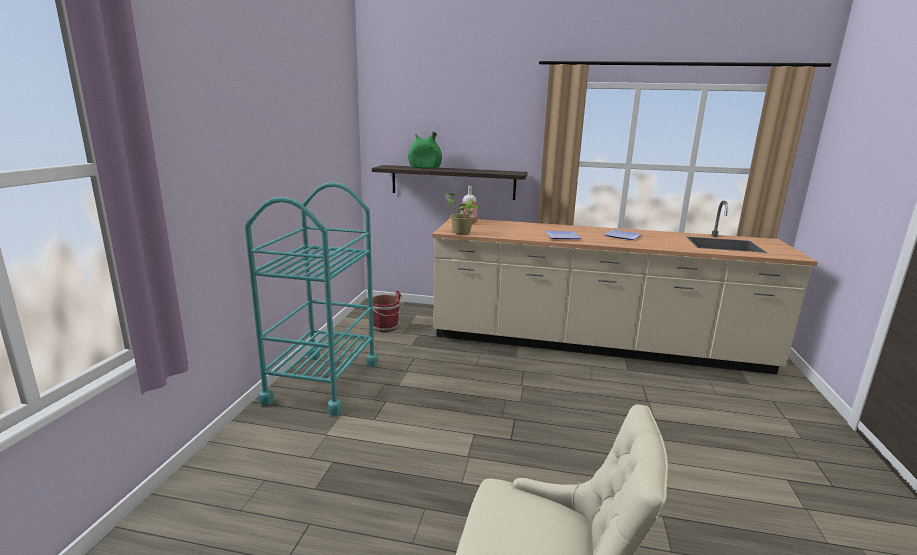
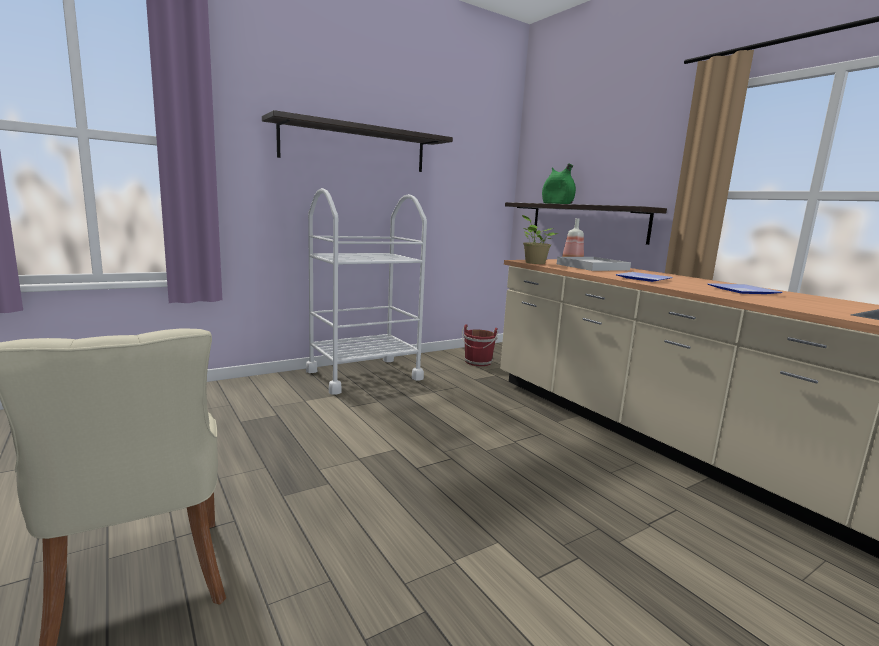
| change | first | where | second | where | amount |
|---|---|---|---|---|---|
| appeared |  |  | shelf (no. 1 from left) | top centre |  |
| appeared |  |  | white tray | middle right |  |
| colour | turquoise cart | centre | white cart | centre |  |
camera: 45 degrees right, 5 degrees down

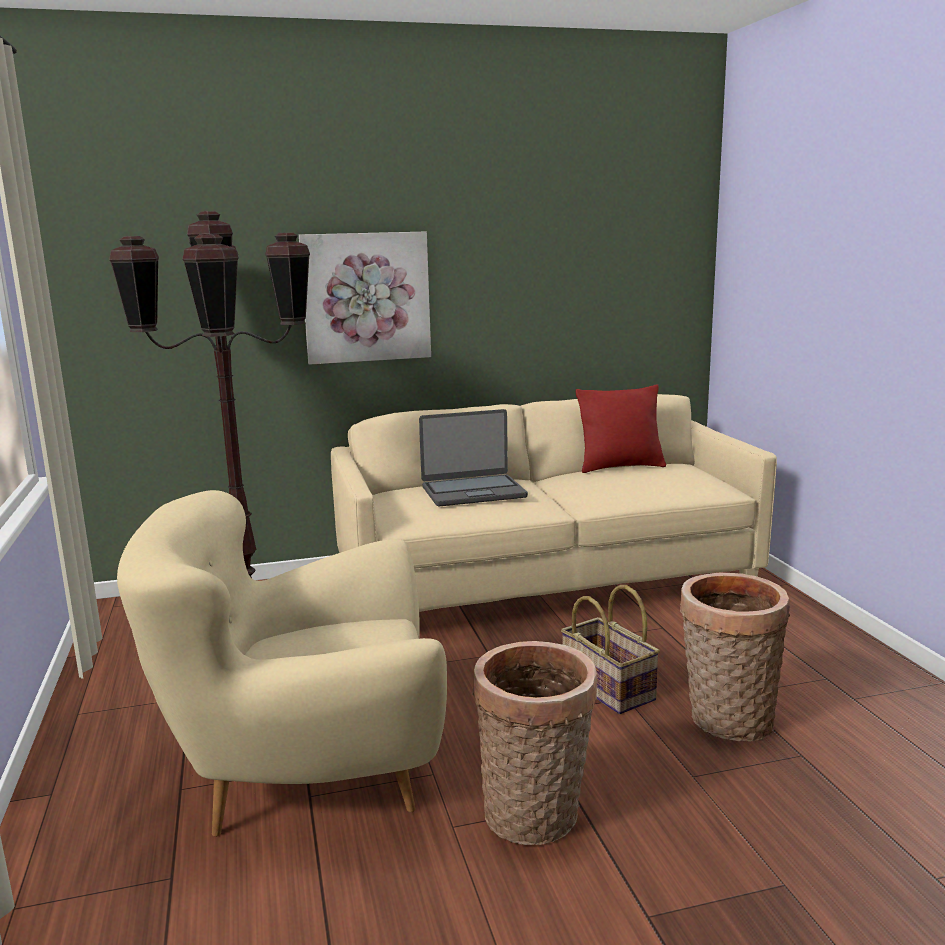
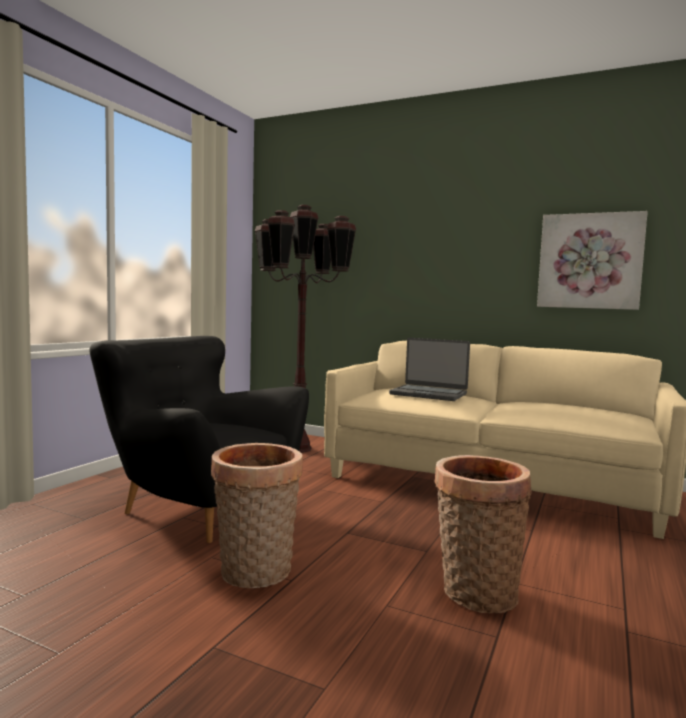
| change | first | where | second | where | amount |
|---|---|---|---|---|---|
| missing | basket (no. 2 from left) | bottom centre |  |  |  |
| missing | red pillow | centre |  |  |  |
| relocated | picture | top centre |  | middle right |  |
| colour | beige armchair | bottom left | black armchair | middle left |  |
camera: 40 degrees right, 10 degrees down

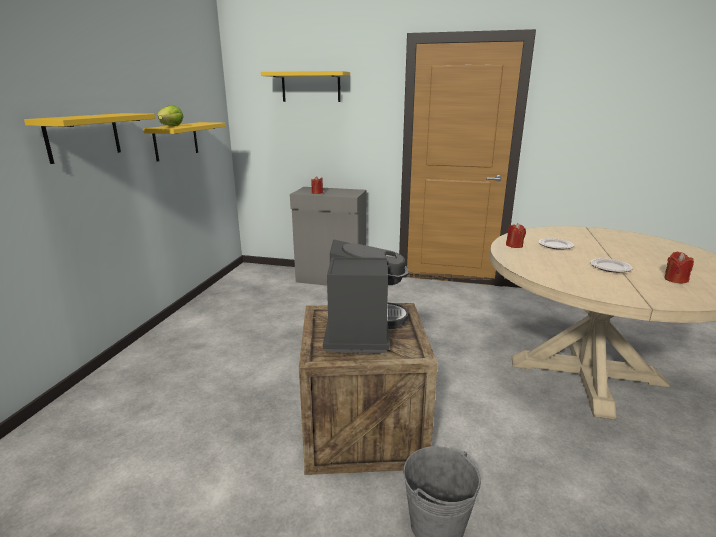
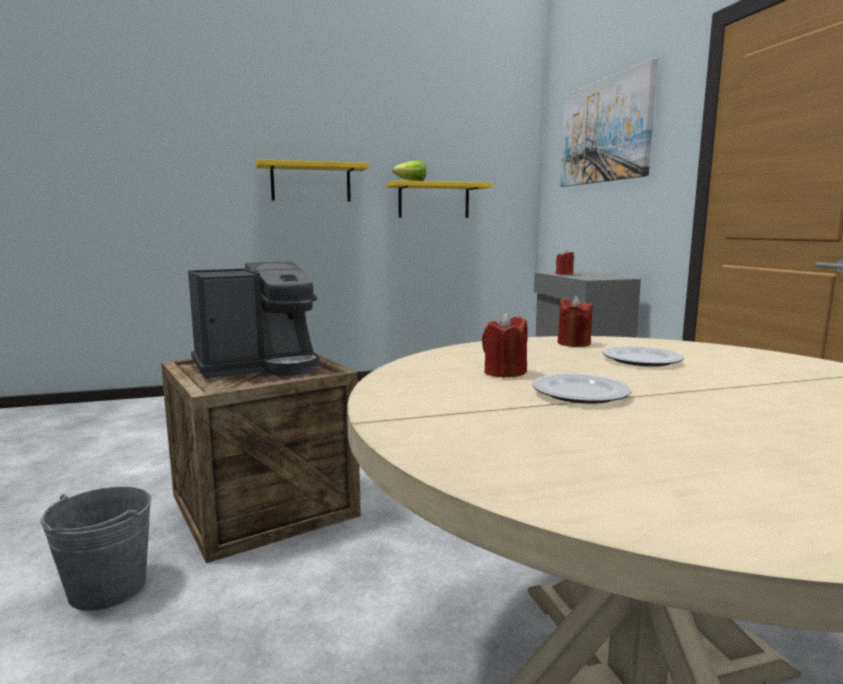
| change | first | where | second | where | amount |
|---|---|---|---|---|---|
| relocated | red candle (no. 3 from left in the first image) | middle right | red candle (no. 1 from left) | centre |  |
| exchanged | yellow shelf (no. 3 from left) | top centre | picture | top right |  |
camera: 60 degrees right, 10 degrees down

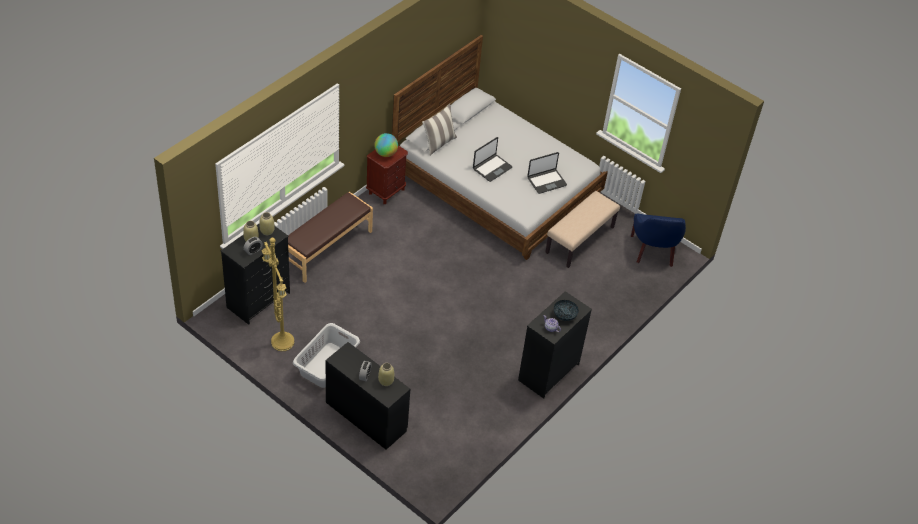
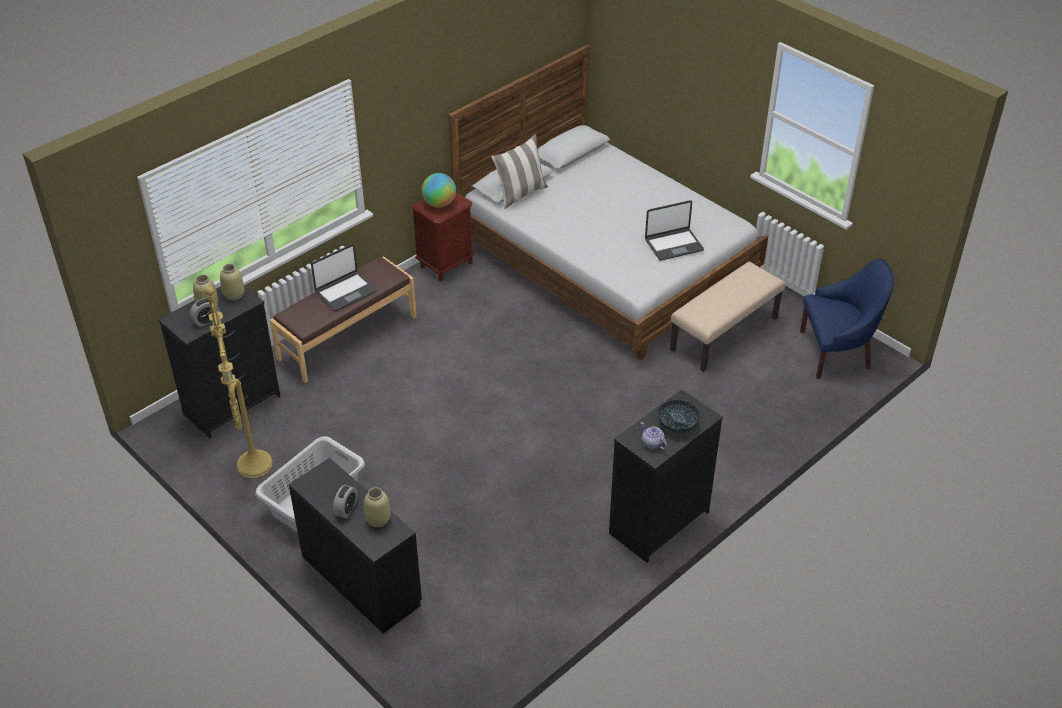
| change | first | where | second | where | amount |
|---|---|---|---|---|---|
| relocated | laptop (no. 1 from left) | top centre |  | middle left |  |
| spun | blue armchair | middle right |  | middle right | 105 degrees counterclockwise |
camera: 10 degrees right, 5 degrees down

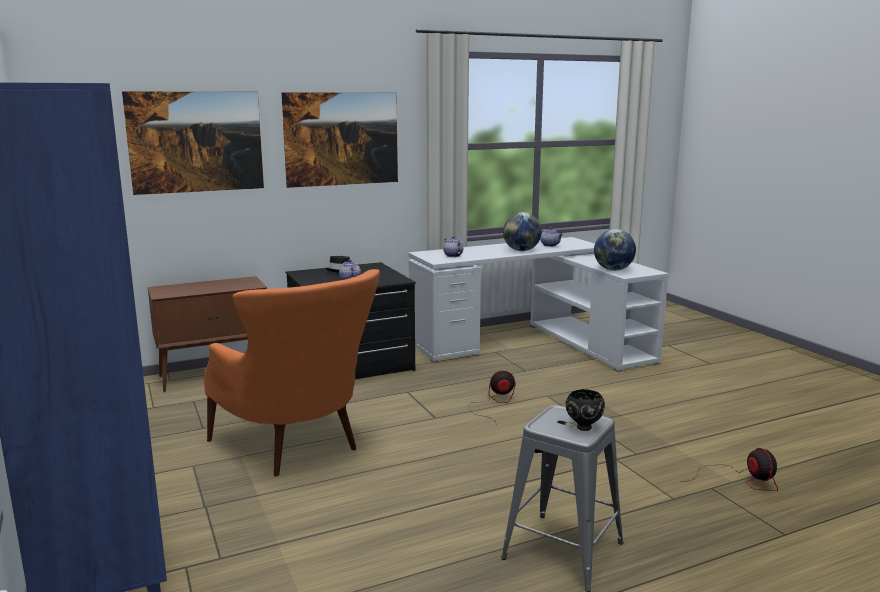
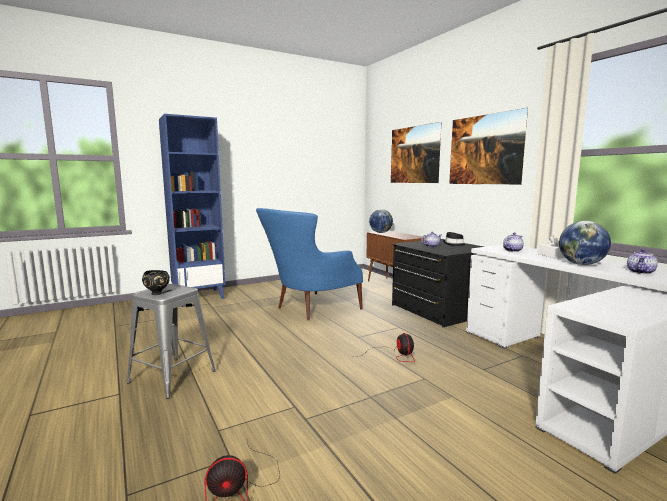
| change | first | where | second | where | amount |
|---|---|---|---|---|---|
| appeared |  |  | white tissue box | middle right |  |
| relocated | globe (no. 2 from left in the first image) | middle right | globe (no. 1 from left) | centre |  |
| colour | orange armchair | middle left | blue armchair | centre |  |
camera: 85 degrees right, 5 degrees down

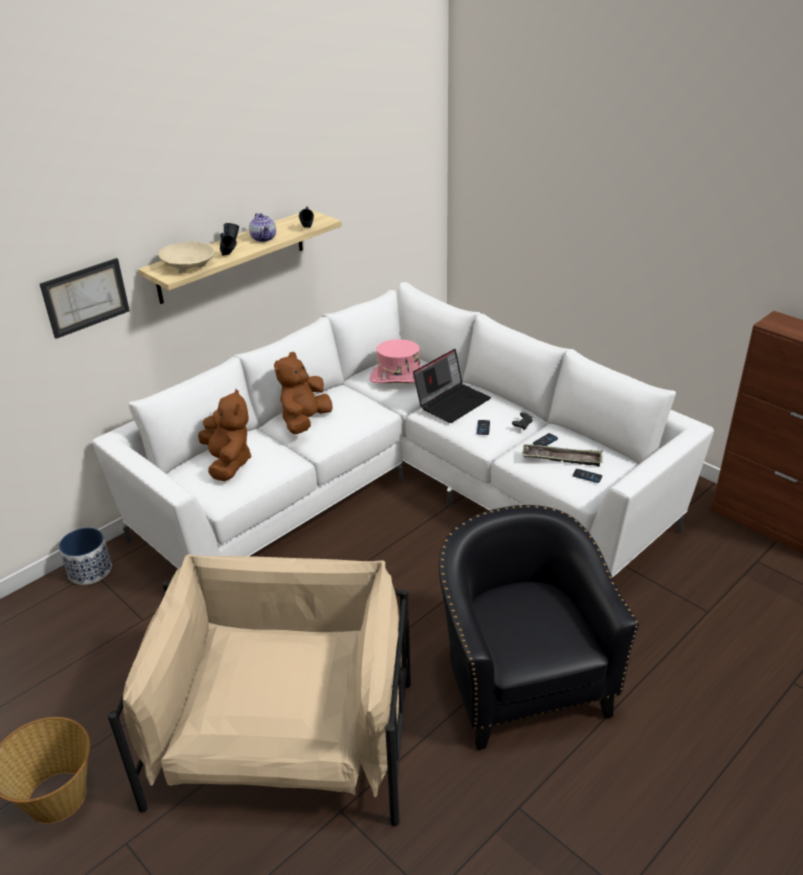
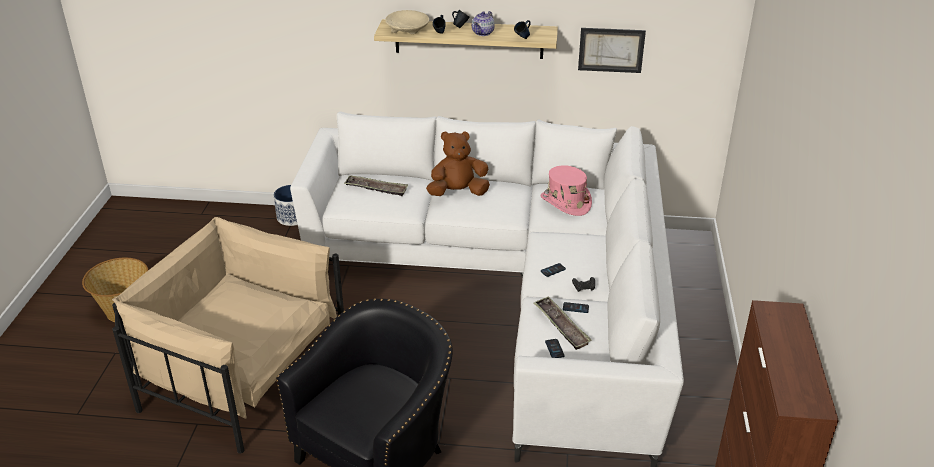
| change | first | where | second | where | amount |
|---|---|---|---|---|---|
| missing | laptop | centre |  |  |  |
| relocated | picture | middle left |  | top centre |  |
| exchanged | brown plush toy (no. 1 from left) | middle left | tray (no. 1 from left) | centre |  |
| spun | beige armchair | bottom left |  | bottom left | 120 degrees counterclockwise |
camera: 50 degrees right, 0 degrees up

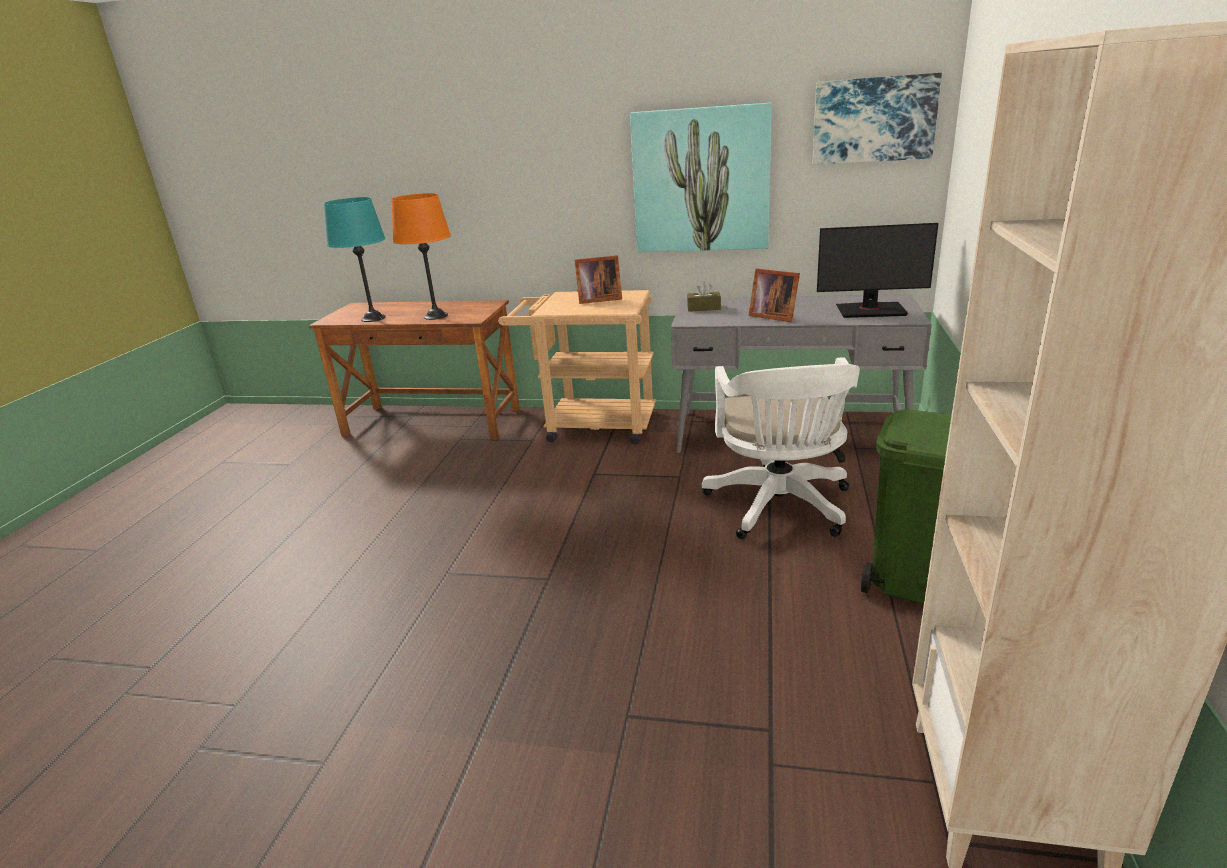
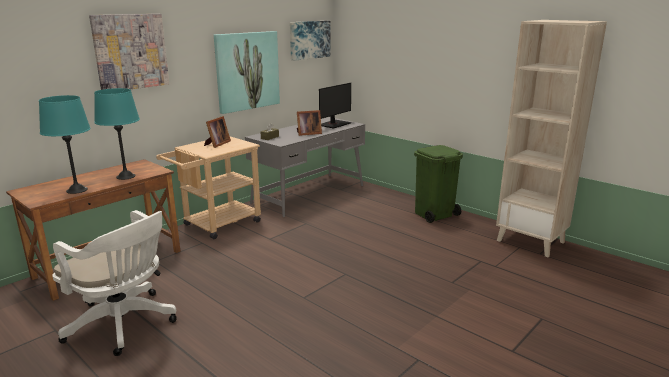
| change | first | where | second | where | amount |
|---|---|---|---|---|---|
| appeared |  |  | picture (no. 1 from left) | top left |  |
| relocated | white office chair | centre |  | bottom left |  |
| colour | orange table lamp | top centre | turquoise table lamp (no. 2 from left) | middle left |  |
camera: 60 degrees left, 5 degrees down

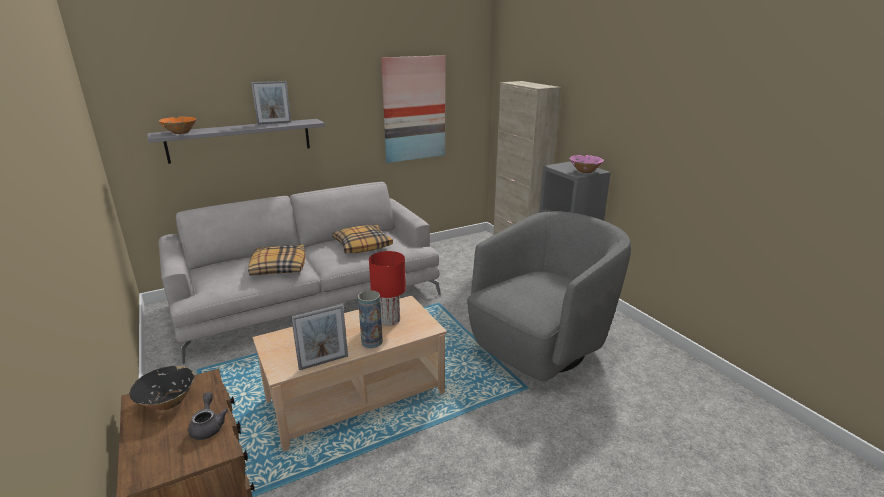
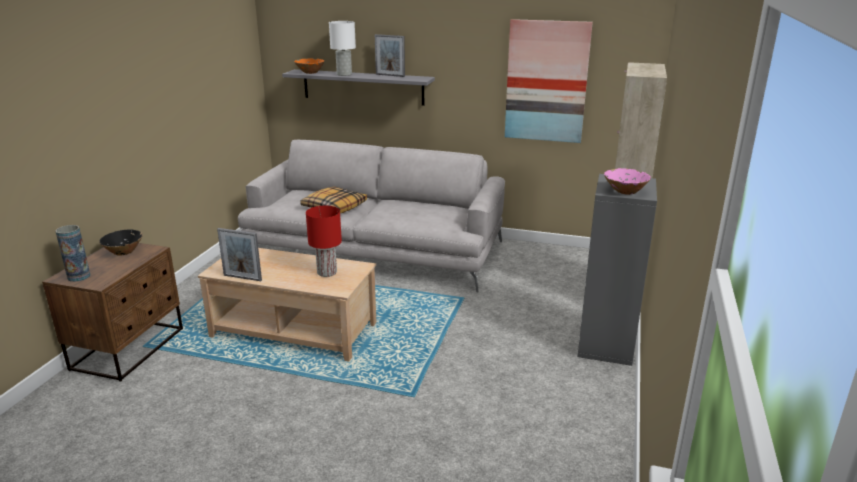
| change | first | where | second | where | amount |
|---|---|---|---|---|---|
| missing | grey teapot | bottom left |  |  |  |
| missing | pillow (no. 2 from left) | centre |  |  |  |
| missing | grey armchair | centre |  |  |  |
| appeared |  |  | white table lamp | top centre |  |
| relocated | vase | centre |  | middle left |  |
camera: 45 degrees right, 0 degrees up

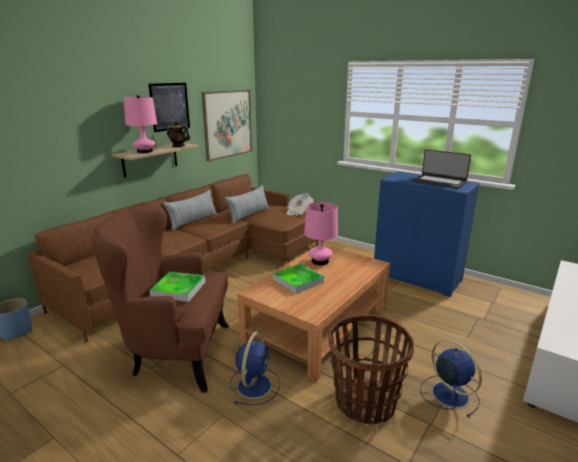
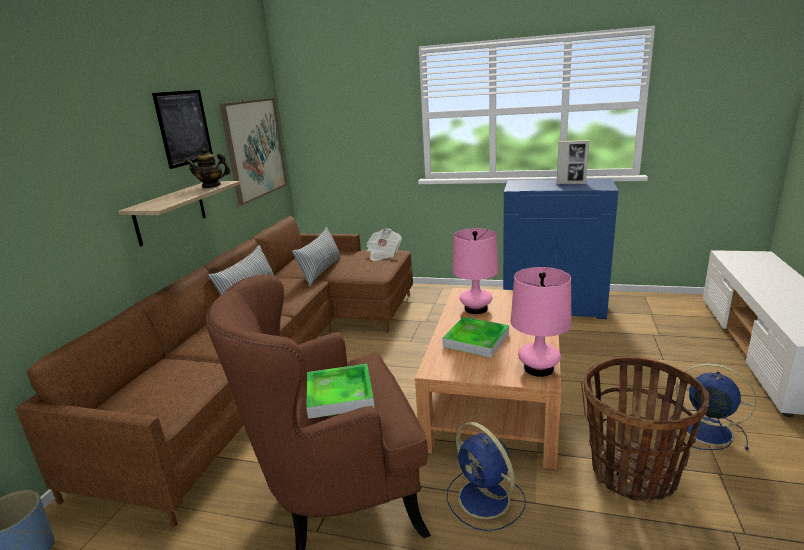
| change | first | where | second | where | amount |
|---|---|---|---|---|---|
| relocated | pink table lamp (no. 1 from left in the first image) | top left | pink table lamp (no. 2 from left) | middle right |  |
| exchanged | laptop | middle right | picture frame | top right |  |
| spun | blue fan (no. 1 from left) | bottom centre |  | bottom centre | 150 degrees clockwise |
camera: 20 degrees left, 0 degrees up

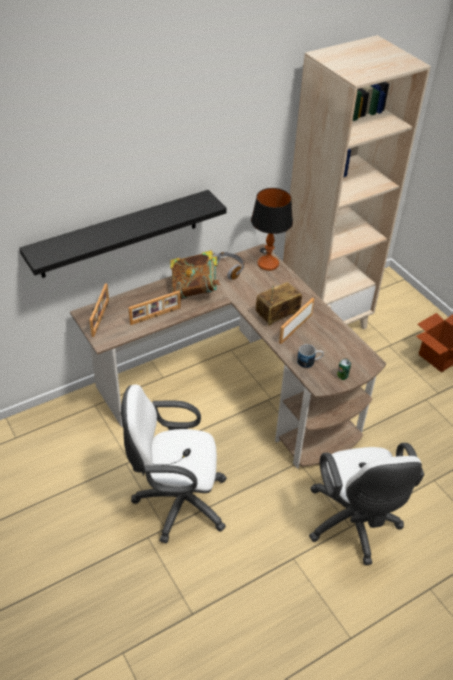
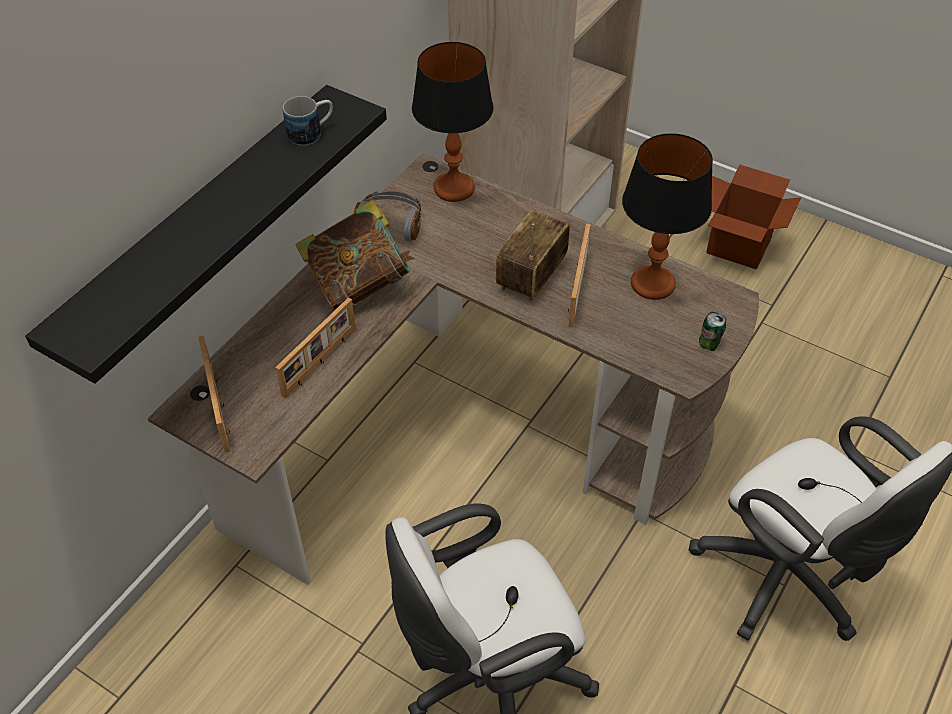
| change | first | where | second | where | amount |
|---|---|---|---|---|---|
| appeared |  |  | table lamp (no. 2 from left) | top right |  |
| relocated | mug | middle right |  | top left |  |
camera: 25 degrees left, 5 degrees up

